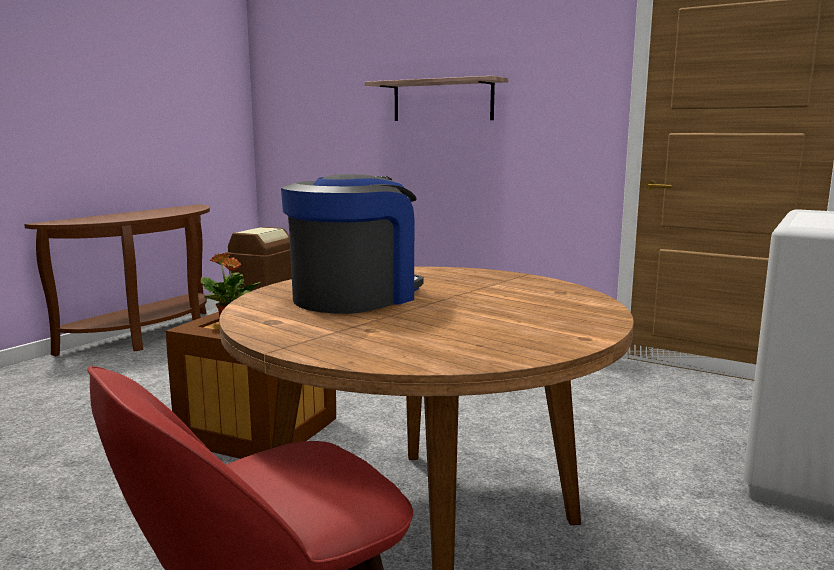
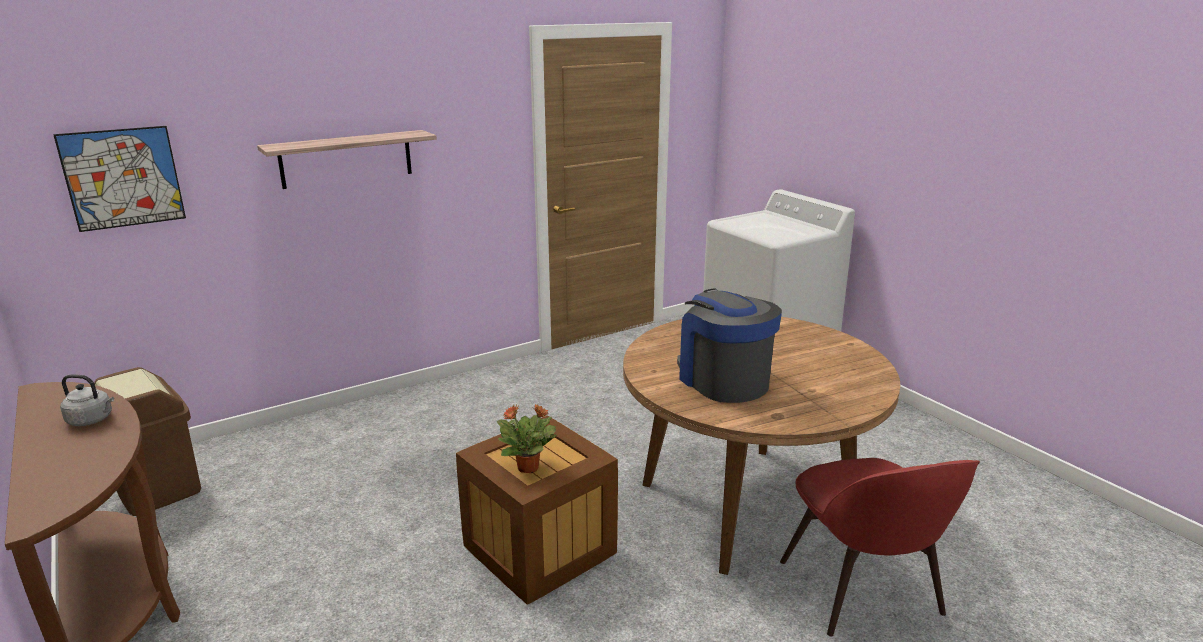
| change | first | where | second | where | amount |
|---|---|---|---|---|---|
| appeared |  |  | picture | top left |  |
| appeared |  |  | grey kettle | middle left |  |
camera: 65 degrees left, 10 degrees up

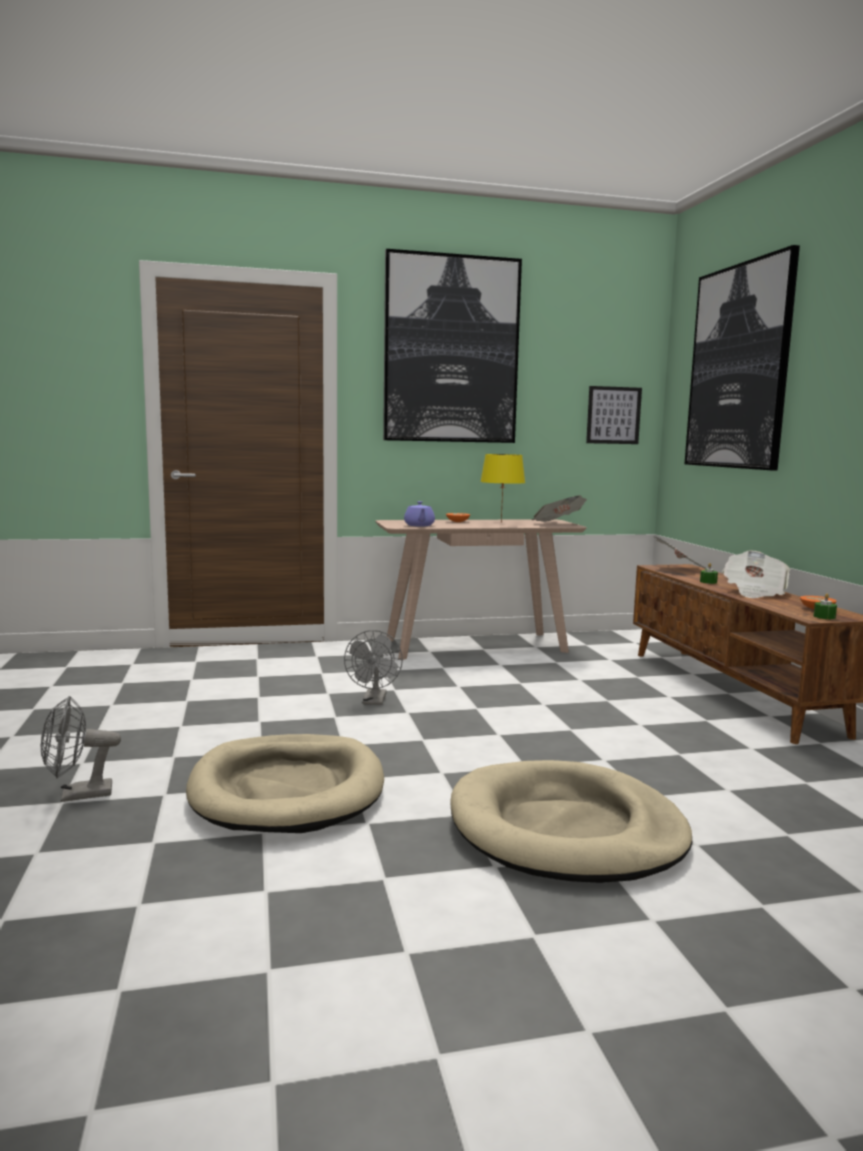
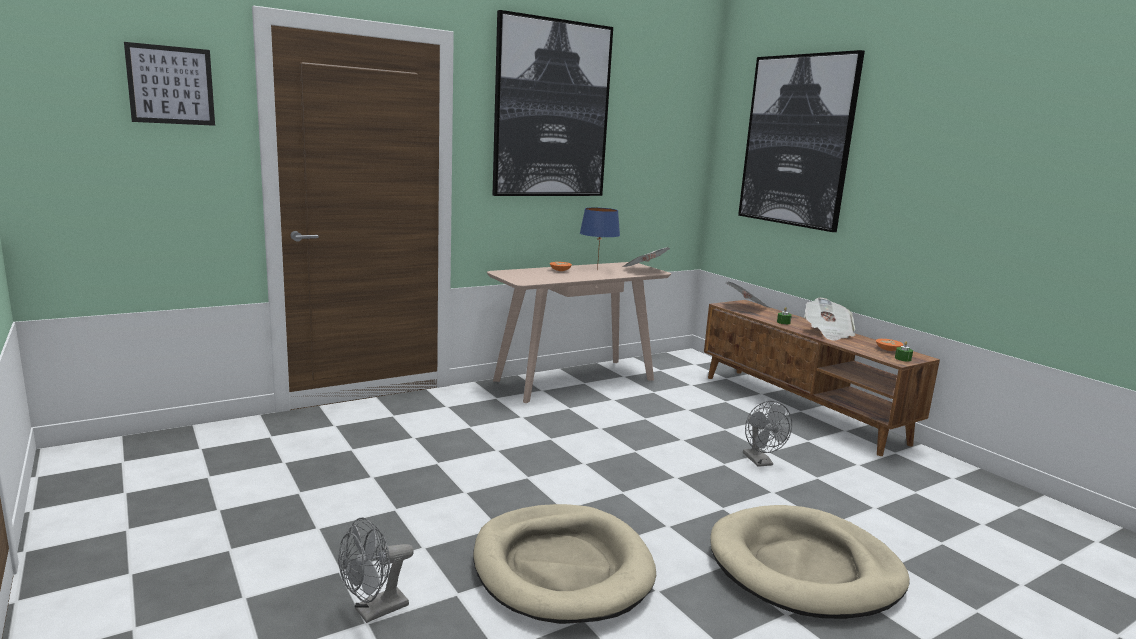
| change | first | where | second | where | amount |
|---|---|---|---|---|---|
| missing | purple teapot | centre |  |  |  |
| relocated | grey fan (no. 2 from left) | centre |  | bottom right |  |
| relocated | picture (no. 2 from left in the first image) | middle right | picture (no. 1 from left) | top left |  |
| colour | yellow table lamp | centre | blue table lamp | centre |  |
camera: 20 degrees left, 5 degrees up

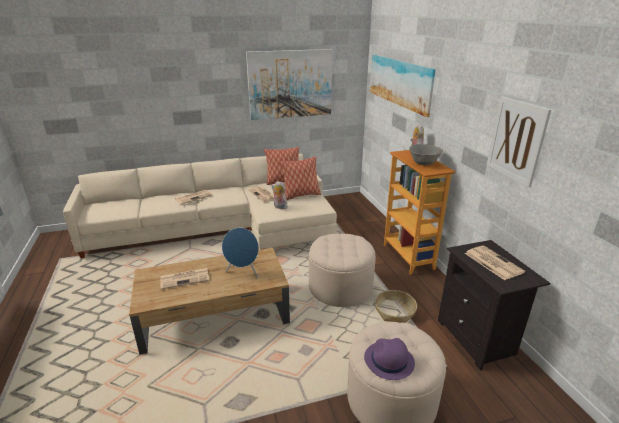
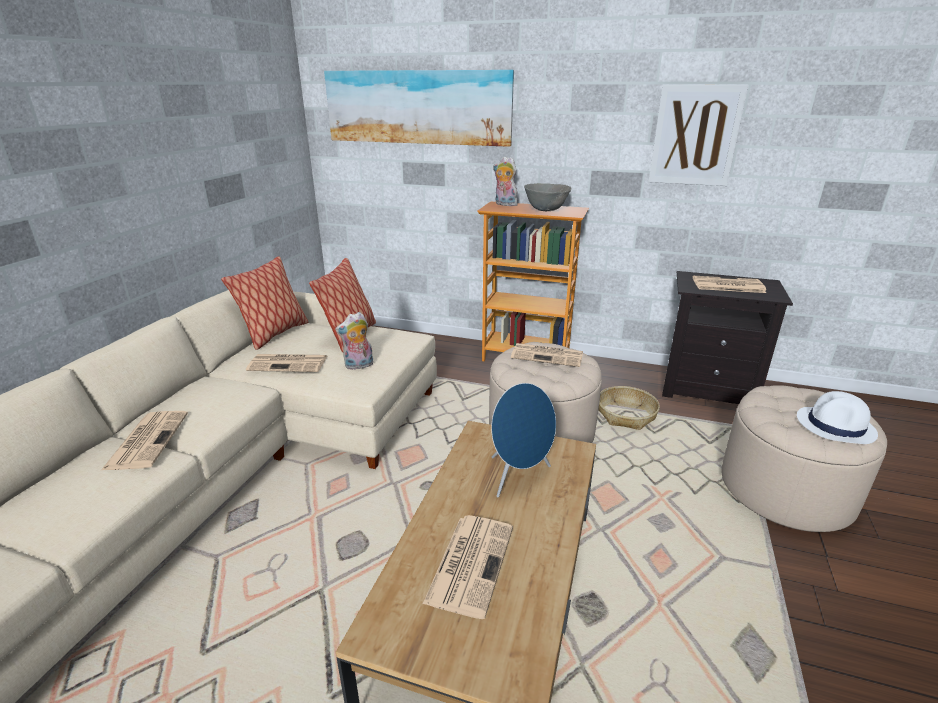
| change | first | where | second | where | amount |
|---|---|---|---|---|---|
| missing | picture (no. 1 from left) | top centre |  |  |  |
| appeared |  |  | newspaper (no. 4 from left) | centre |  |
| colour | purple hat | bottom centre | white hat | middle right |  |
camera: 55 degrees left, 0 degrees up

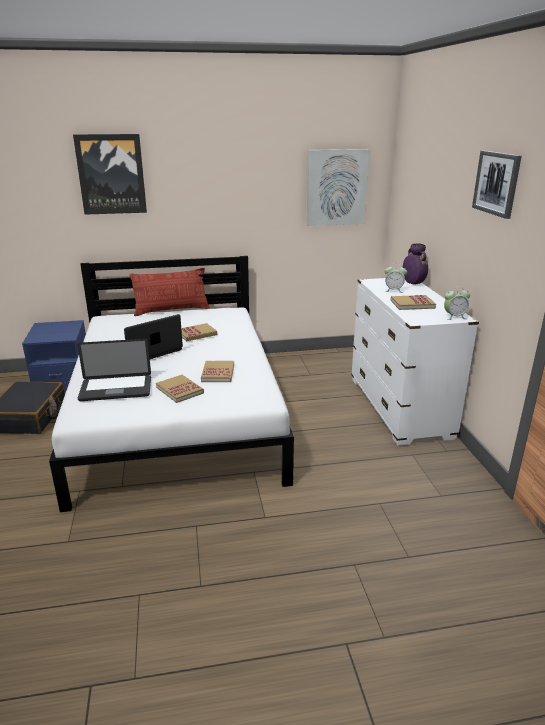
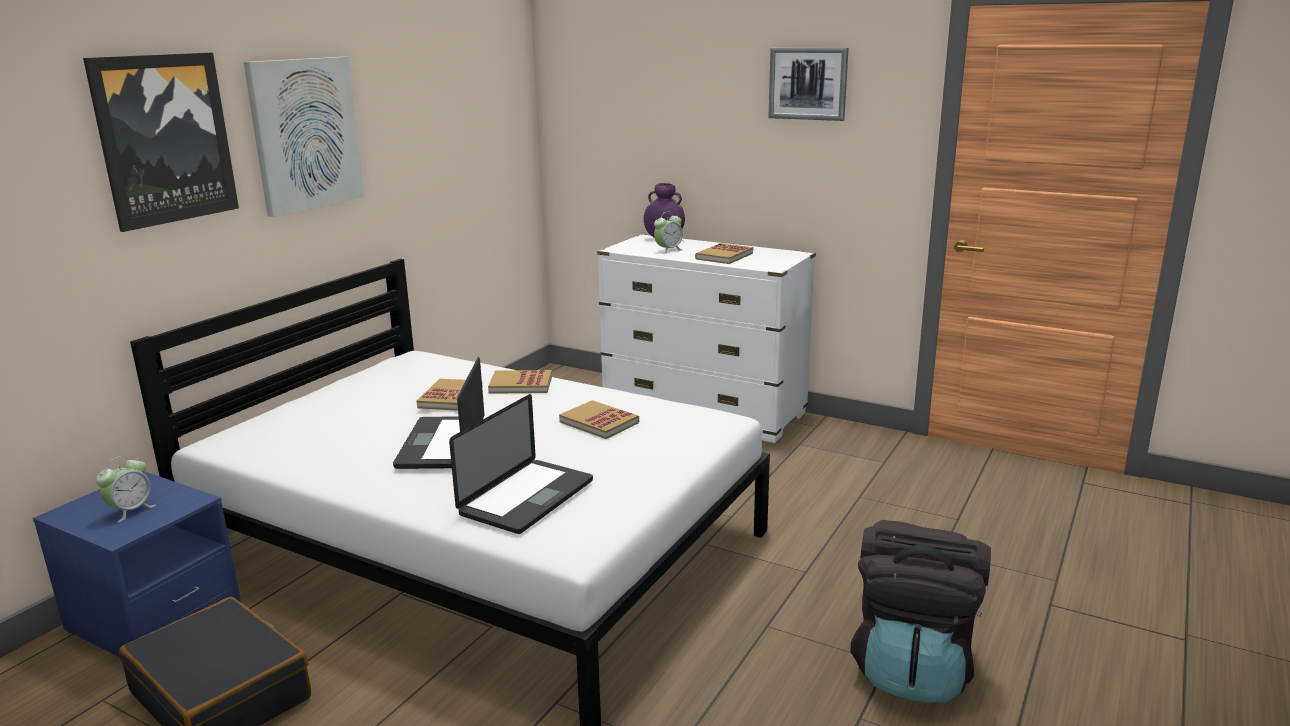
| change | first | where | second | where | amount |
|---|---|---|---|---|---|
| missing | pillow | middle left |  |  |  |
| appeared |  |  | black backpack | bottom right |  |
| relocated | book (no. 1 from left in the first image) | middle left | book (no. 2 from left) | centre |  |
| relocated | picture (no. 2 from left) | top centre |  | top left |  |
| relocated | alarm clock (no. 2 from left in the first image) | middle right | alarm clock (no. 1 from left) | bottom left |  |
camera: 50 degrees left, 5 degrees down

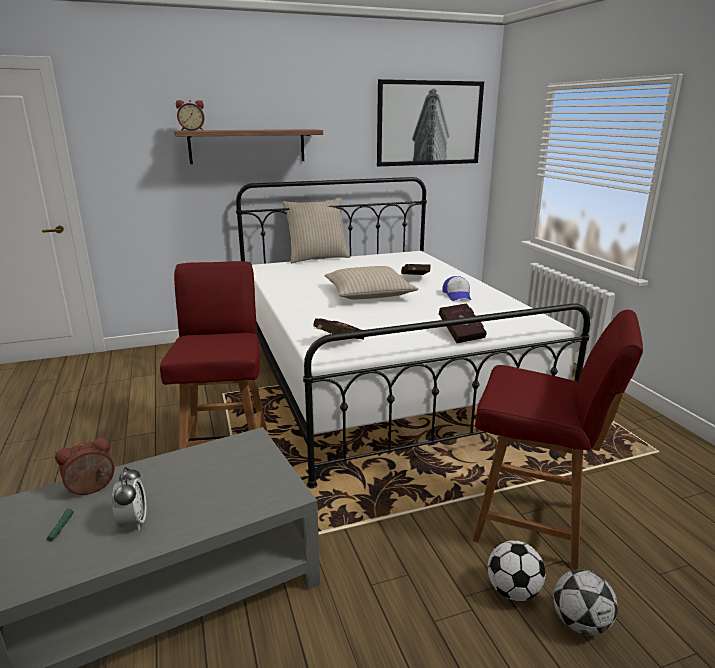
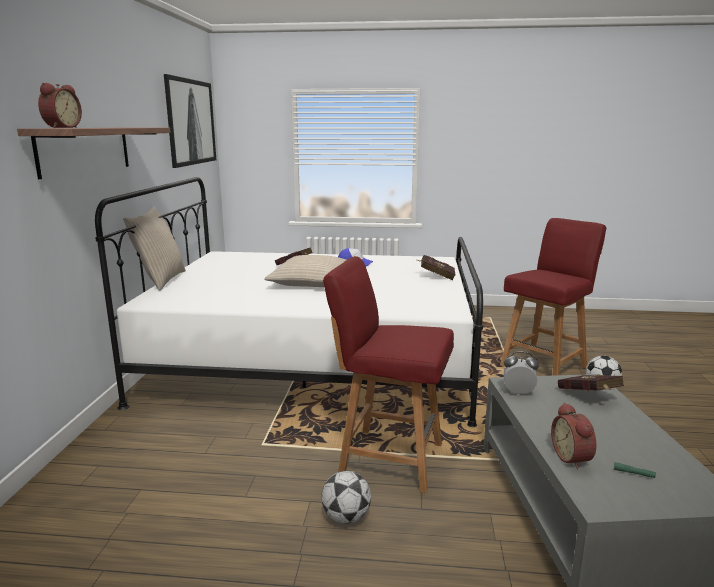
| change | first | where | second | where | amount |
|---|---|---|---|---|---|
| relocated | alarm clock (no. 2 from left) | bottom left |  | middle right |  |
| relocated | red book (no. 1 from left in the first image) | centre | red book (no. 3 from left) | middle right |  |
| relocated | football (no. 2 from left in the first image) | bottom right | football (no. 1 from left) | bottom centre |  |
camera: 65 degrees left, 5 degrees down

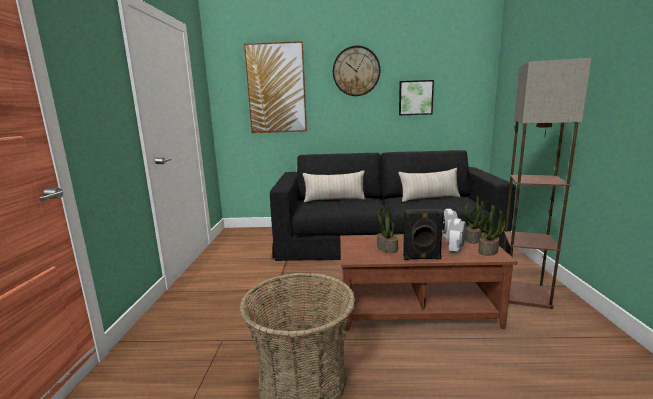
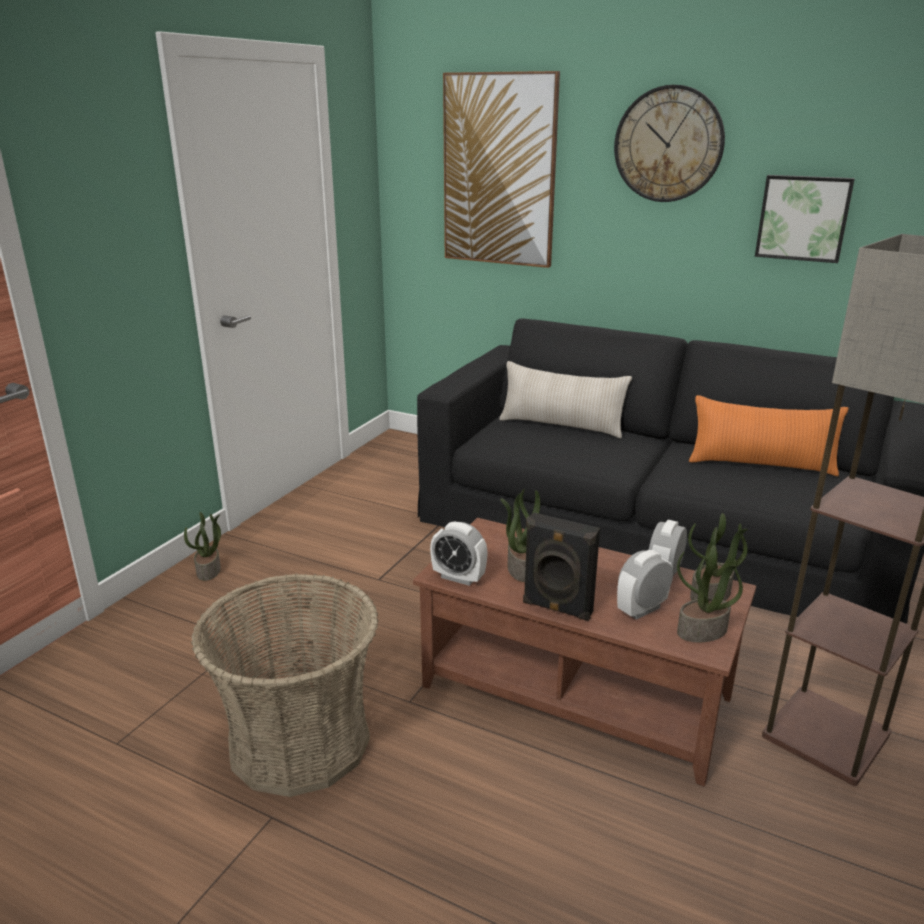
| change | first | where | second | where | amount |
|---|---|---|---|---|---|
| appeared |  |  | potted plant (no. 1 from left) | middle left |  |
| appeared |  |  | alarm clock (no. 1 from left) | centre |  |
| colour | beige pillow (no. 2 from left) | centre | orange pillow | middle right |  |
camera: 25 degrees right, 10 degrees up

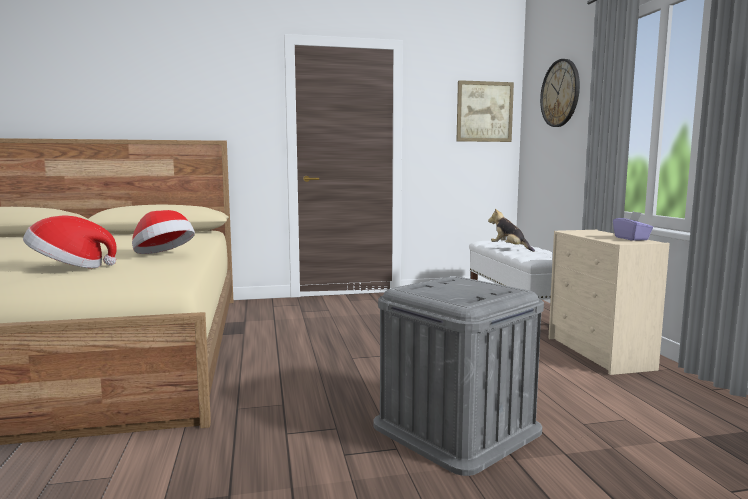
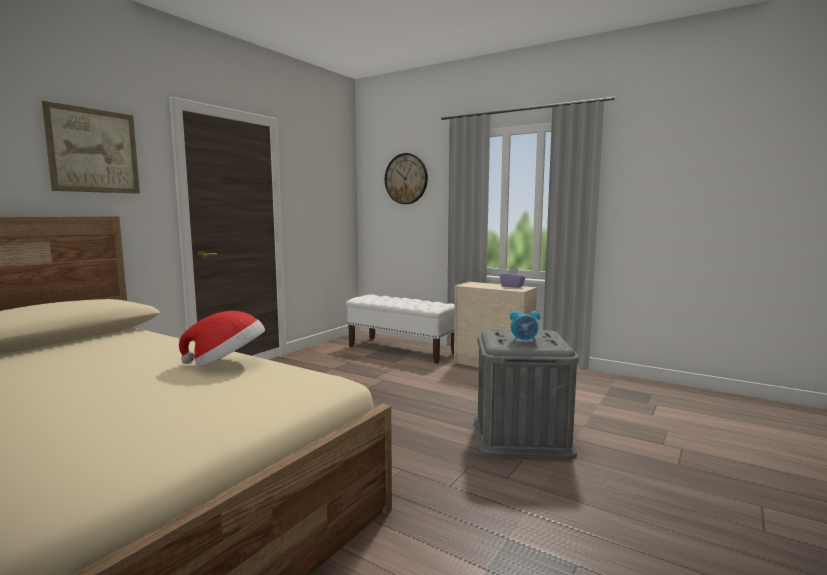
| change | first | where | second | where | amount |
|---|---|---|---|---|---|
| missing | hat (no. 1 from left) | middle left |  |  |  |
| missing | plush toy | middle right |  |  |  |
| appeared |  |  | alarm clock | centre |  |
| relocated | picture | top centre |  | top left |  |
camera: 45 degrees left, 0 degrees up

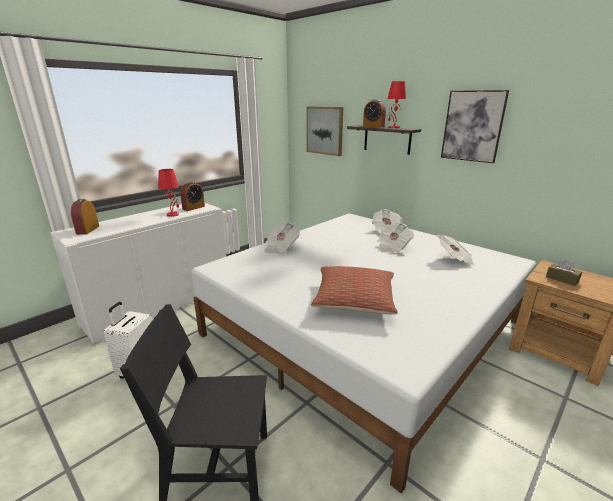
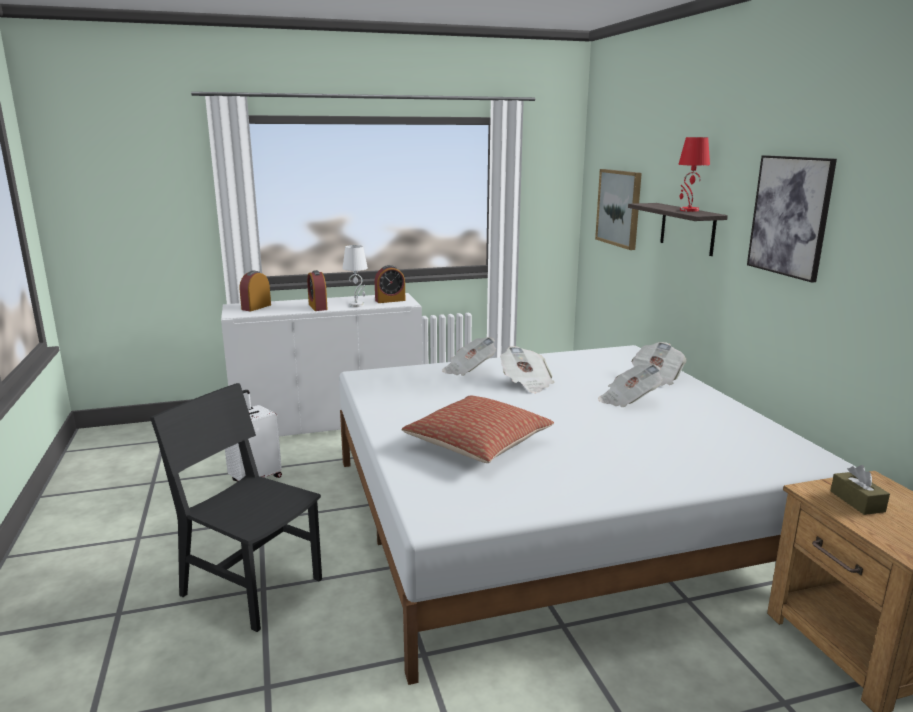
| change | first | where | second | where | amount |
|---|---|---|---|---|---|
| relocated | alarm clock (no. 3 from left in the first image) | top centre | alarm clock (no. 2 from left) | centre |  |
| relocated | newspaper (no. 4 from left in the first image) | middle right | newspaper (no. 2 from left) | centre |  |
| colour | red table lamp (no. 1 from left) | middle left | white table lamp | centre |  |
camera: 30 degrees right, 5 degrees down

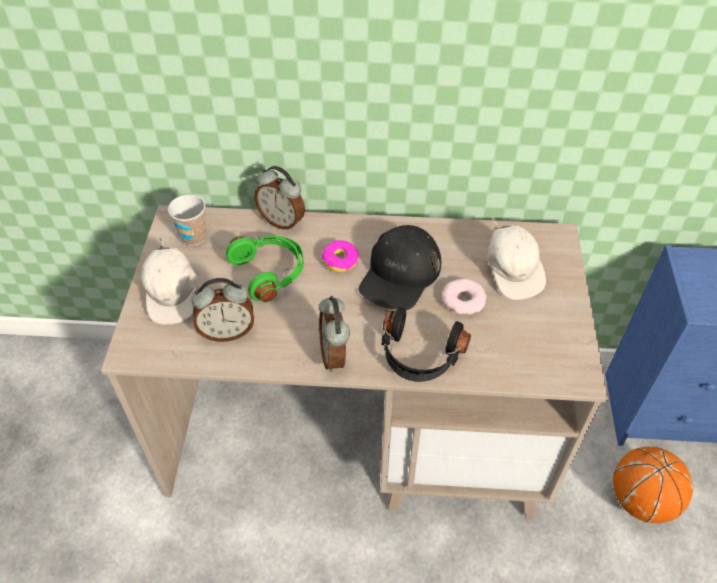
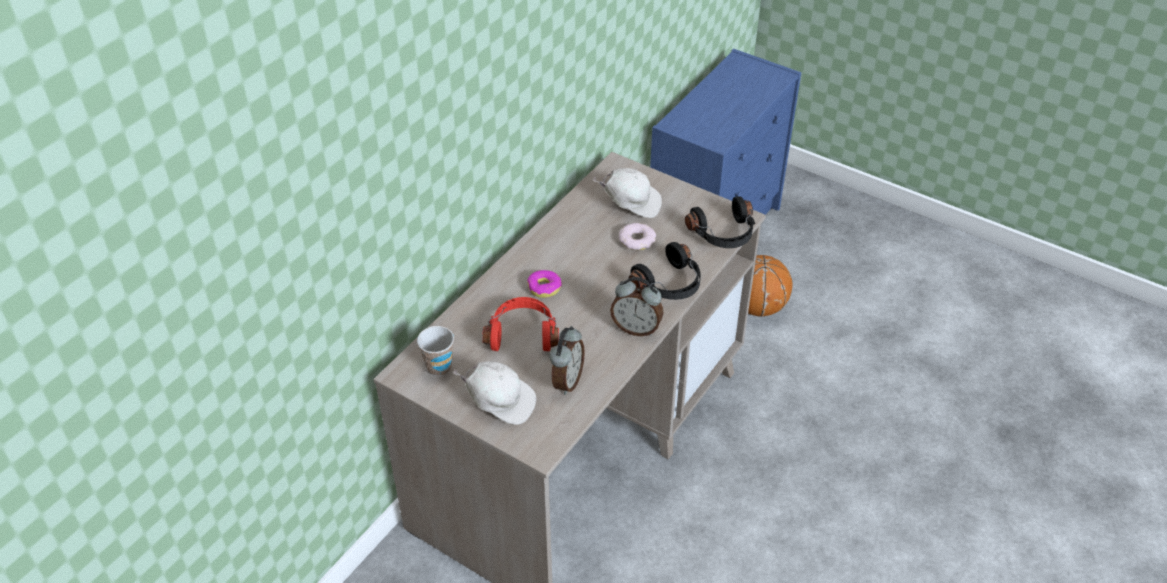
| change | first | where | second | where | amount |
|---|---|---|---|---|---|
| missing | alarm clock (no. 2 from left) | centre |  |  |  |
| missing | black cap | centre |  |  |  |
| appeared |  |  | black headphones (no. 2 from left) | centre |  |
| colour | green headphones | centre | red headphones | centre |  |
camera: 60 degrees left, 5 degrees down

